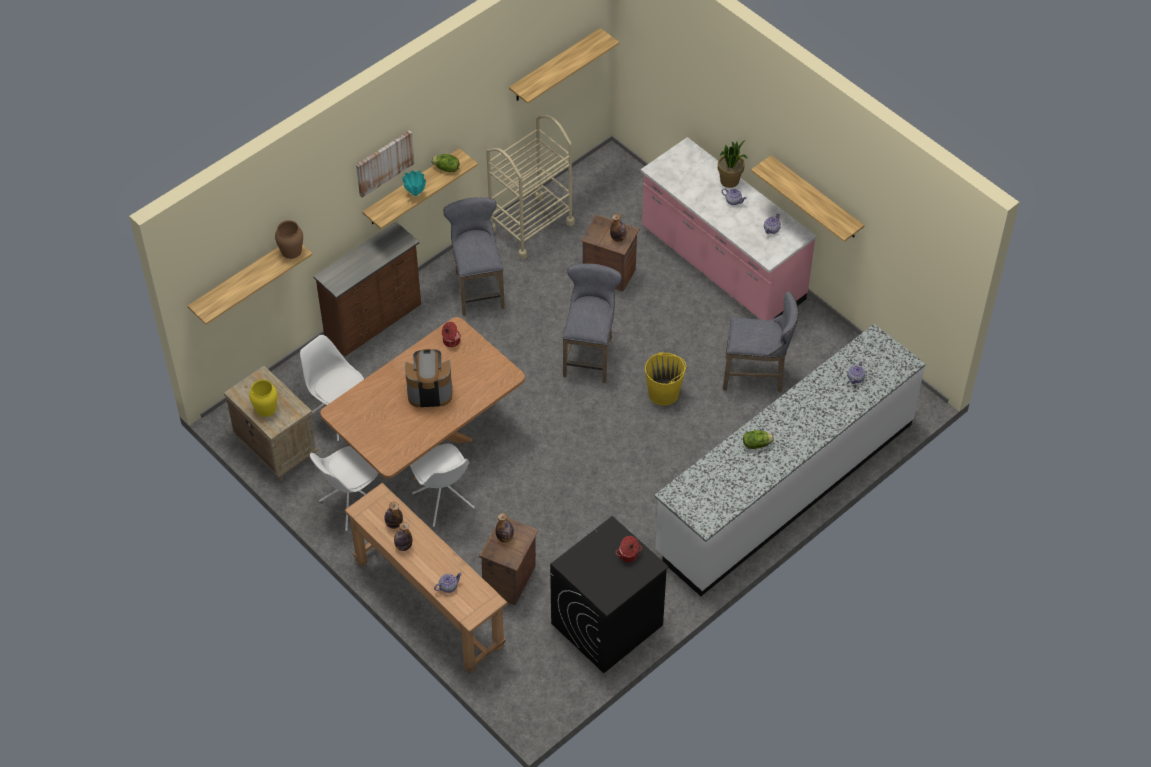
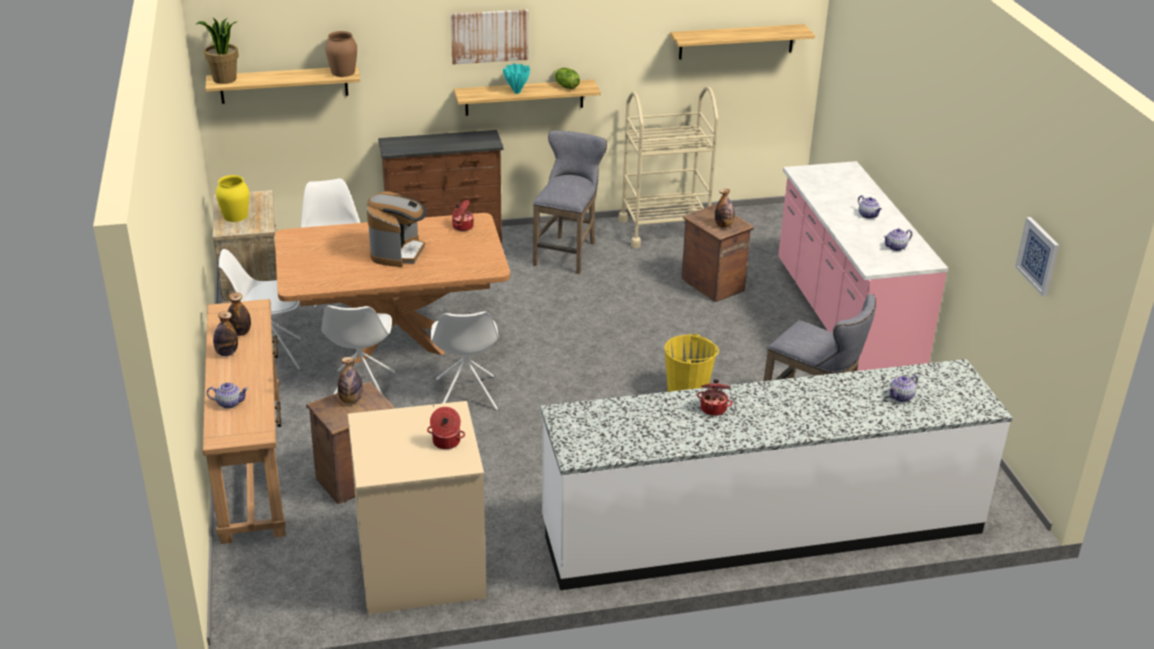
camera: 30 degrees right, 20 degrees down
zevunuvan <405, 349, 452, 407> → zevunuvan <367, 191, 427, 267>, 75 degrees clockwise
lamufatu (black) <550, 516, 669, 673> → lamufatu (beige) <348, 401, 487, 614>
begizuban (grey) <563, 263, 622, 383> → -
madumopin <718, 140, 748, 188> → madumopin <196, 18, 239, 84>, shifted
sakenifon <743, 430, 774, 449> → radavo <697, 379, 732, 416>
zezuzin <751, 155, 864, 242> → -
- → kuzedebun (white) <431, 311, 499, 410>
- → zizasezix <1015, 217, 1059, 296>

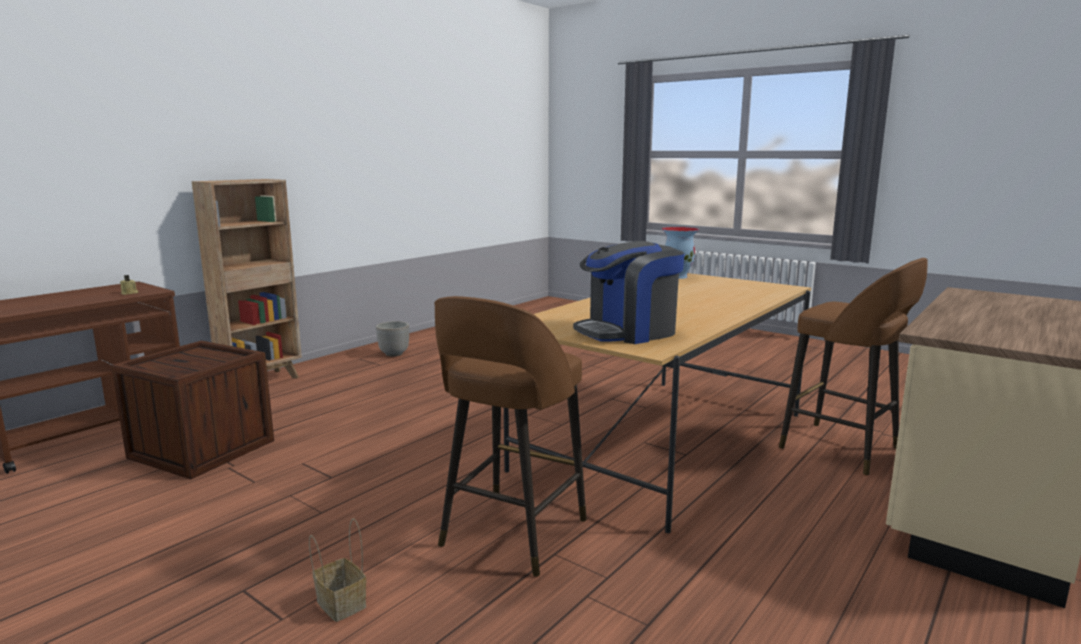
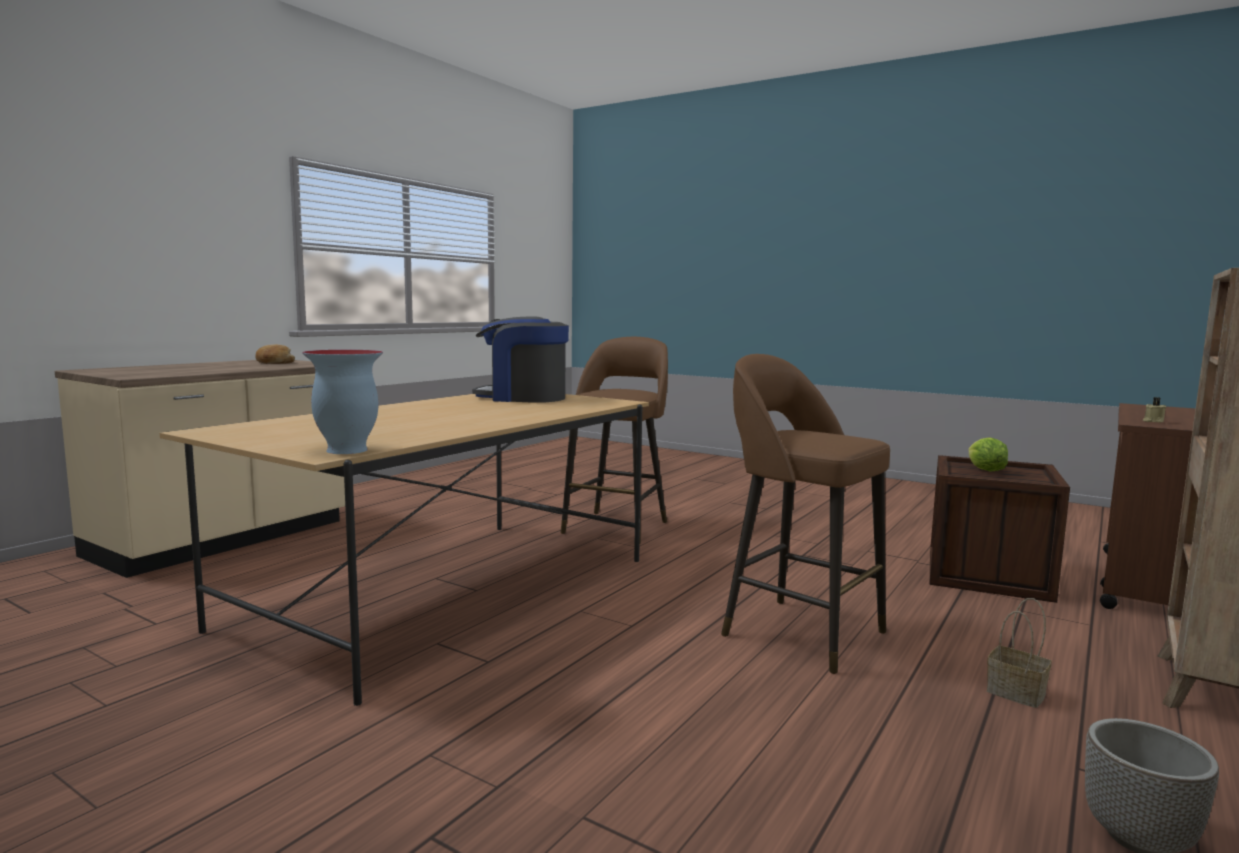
camera: 175 degrees right, 5 degrees down
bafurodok <309, 519, 366, 622> → bafurodok <987, 598, 1052, 708>, shifted
zevunuvan <573, 241, 685, 344> → zevunuvan <472, 317, 569, 403>, 135 degrees counterclockwise
begizuban (brown) <779, 258, 928, 476> → begizuban (brown) <721, 354, 890, 674>, shifted
- → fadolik <255, 344, 295, 364>
- → sakenifon <968, 438, 1008, 471>

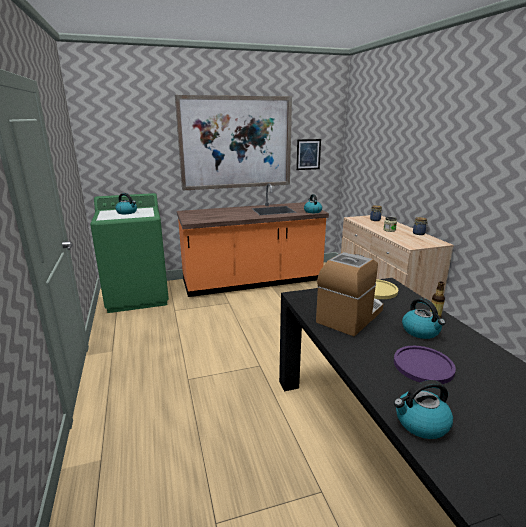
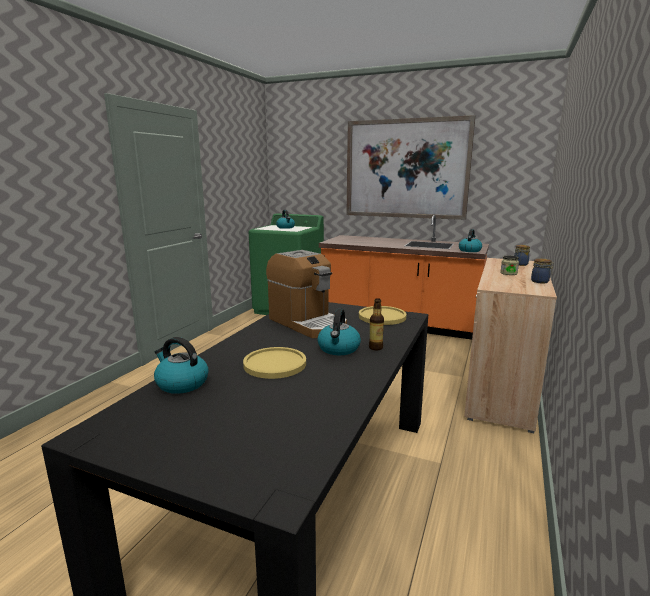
camera: 40 degrees right, 5 degrees down
zizasezix <296, 139, 321, 170> → -
zevunuvan <316, 252, 383, 337> → zevunuvan <266, 250, 347, 338>, 60 degrees clockwise
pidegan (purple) <394, 346, 456, 384> → pidegan (yellow) <243, 347, 306, 379>

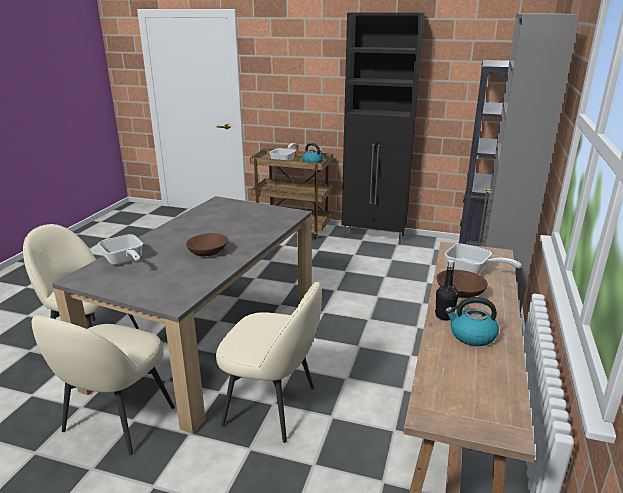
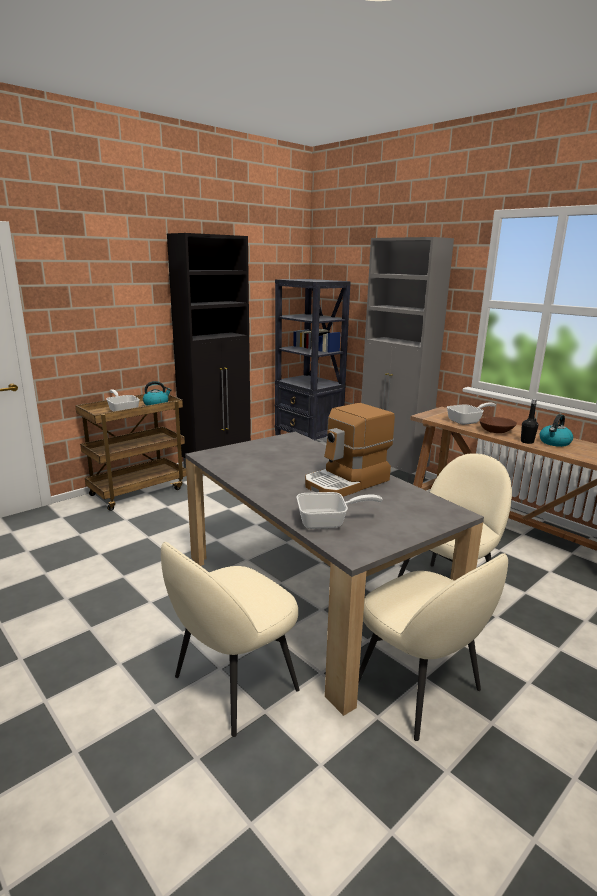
camera: 60 degrees left, 5 degrees down
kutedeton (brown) <186, 233, 228, 256> → zevunuvan <305, 403, 395, 497>

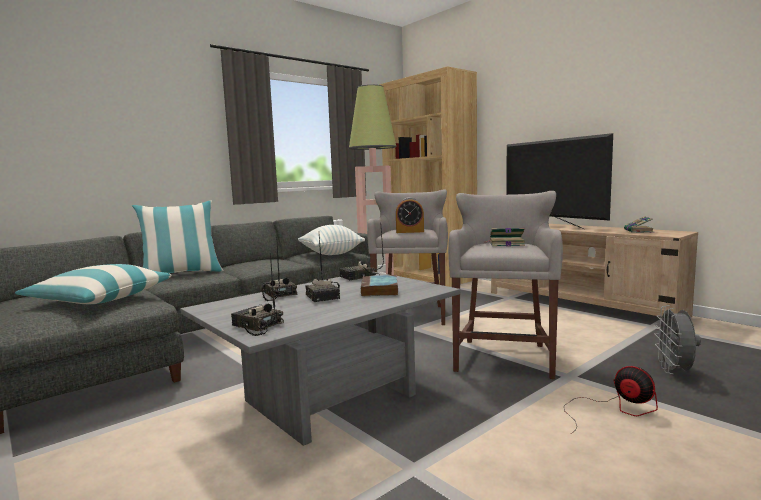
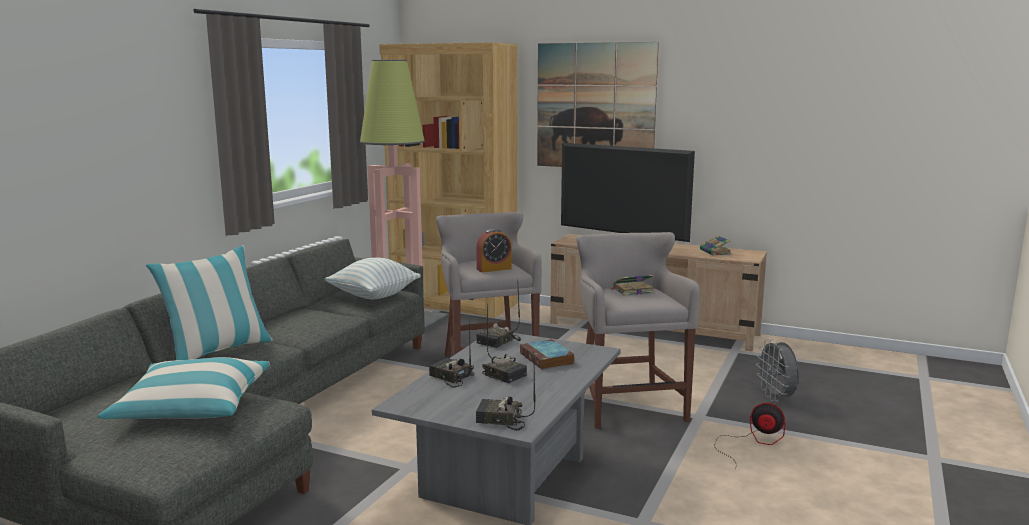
camera: 25 degrees left, 5 degrees up
- → zizasezix <537, 42, 659, 167>

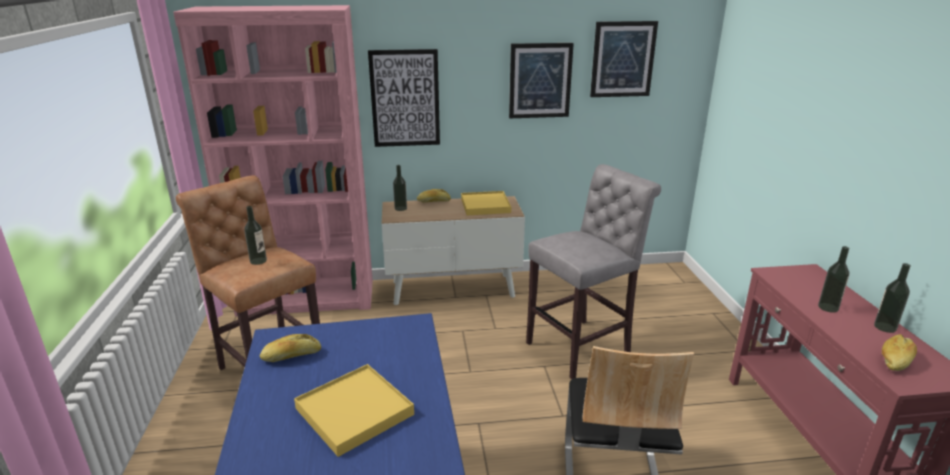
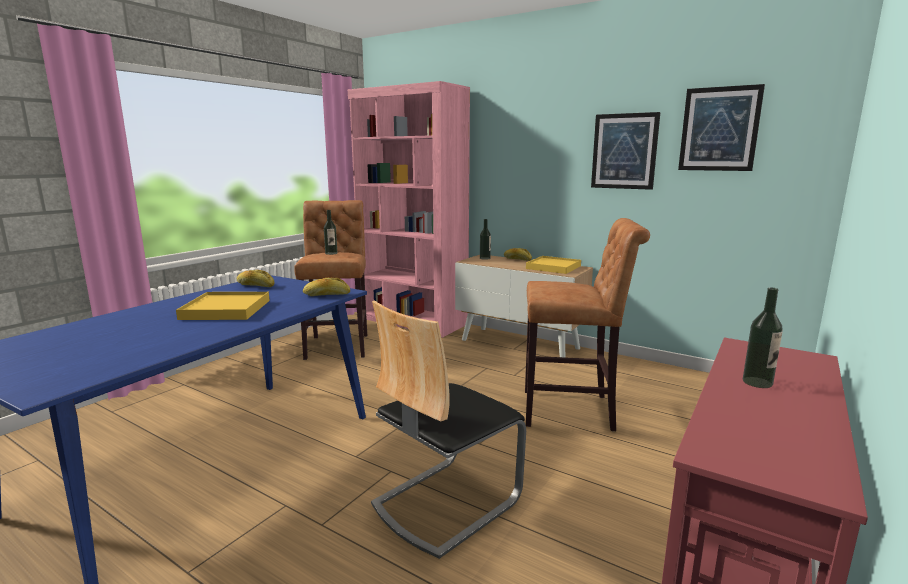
camera: 40 degrees right, 10 degrees down
zizasezix <368, 49, 440, 147> → -
begizuban (grey) <526, 164, 661, 379> → begizuban (brown) <525, 218, 650, 431>
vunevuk <874, 263, 911, 333> → -
fadolik <882, 334, 917, 371> → fadolik <303, 278, 350, 296>, shifted

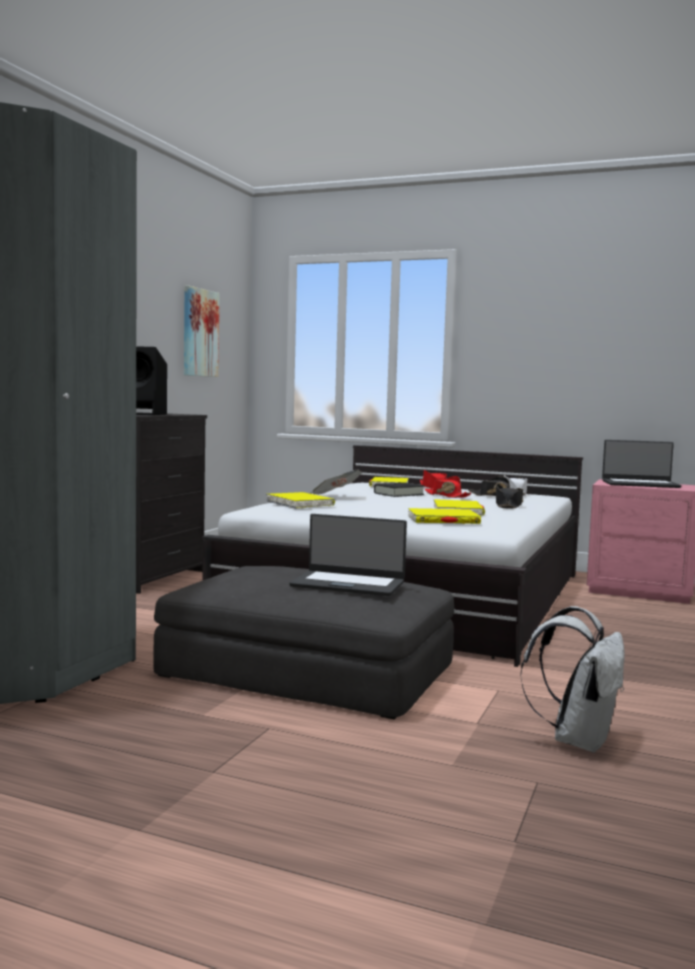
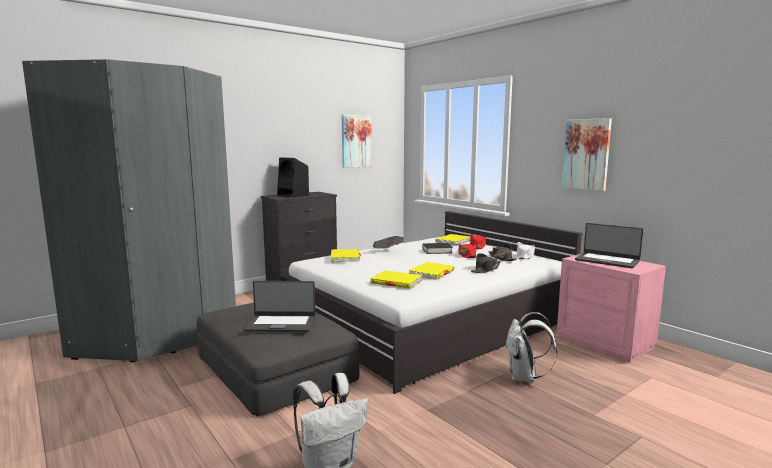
camera: 30 degrees right, 5 degrees up
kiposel <289, 514, 407, 596> → kiposel <244, 281, 315, 332>, 45 degrees counterclockwise
- → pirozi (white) <505, 312, 558, 382>
- → zizasezix <562, 118, 612, 191>

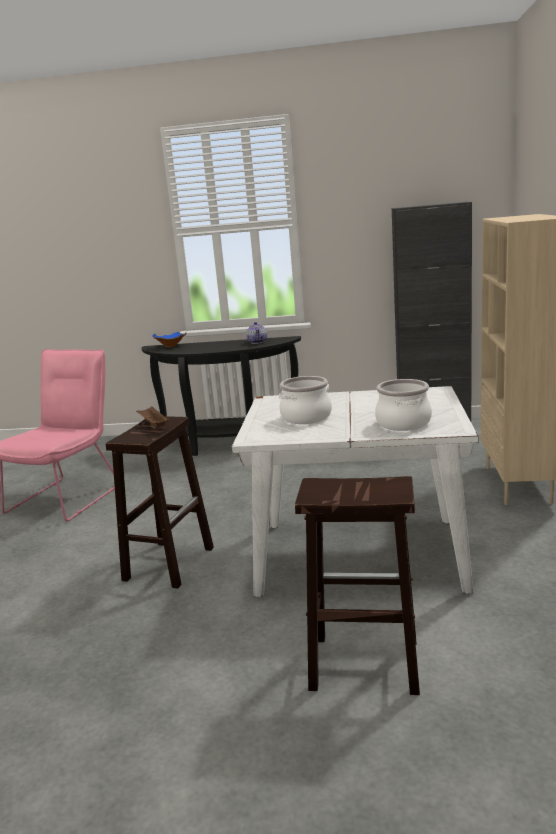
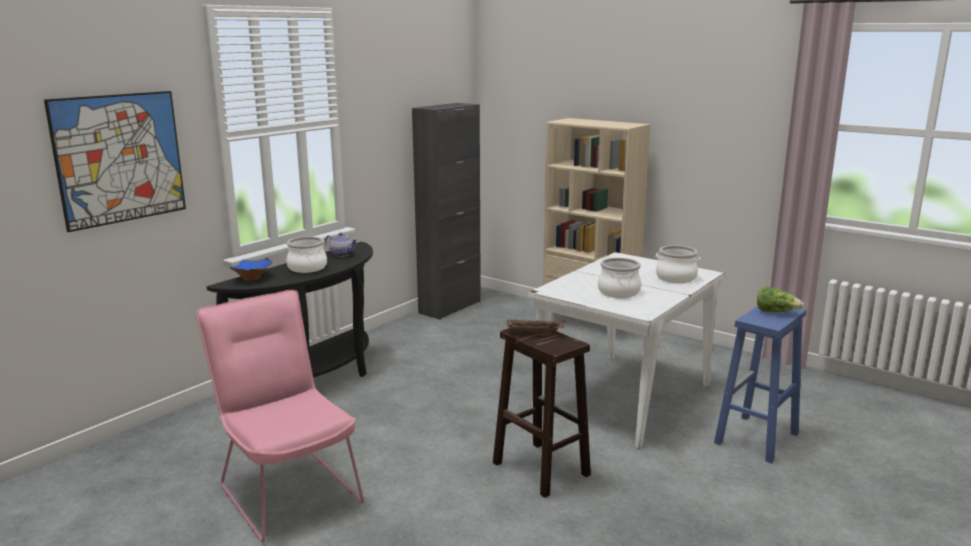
camera: 60 degrees left, 0 degrees up
begizuban (brown) <295, 476, 420, 695> → begizuban (blue) <714, 306, 806, 463>
- → zizasezix <44, 91, 186, 232>
- → radavo <286, 236, 327, 273>
- → sakenifon <757, 286, 804, 312>

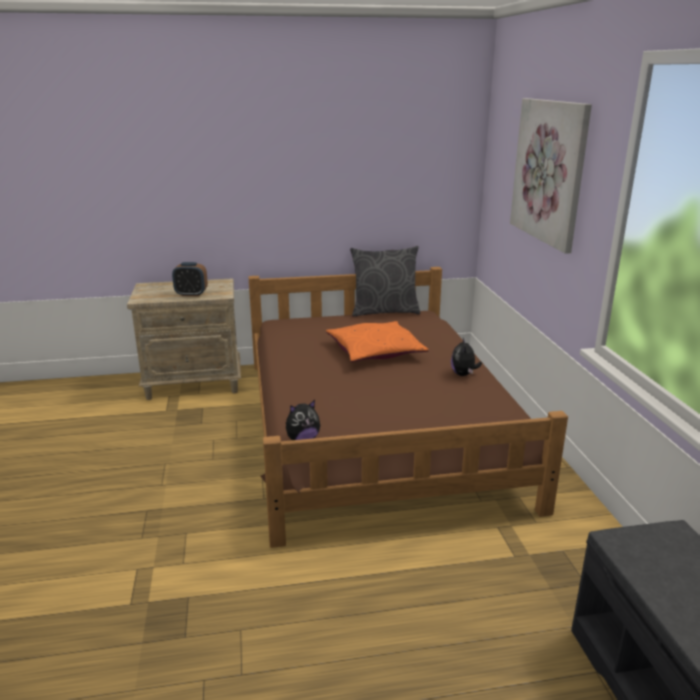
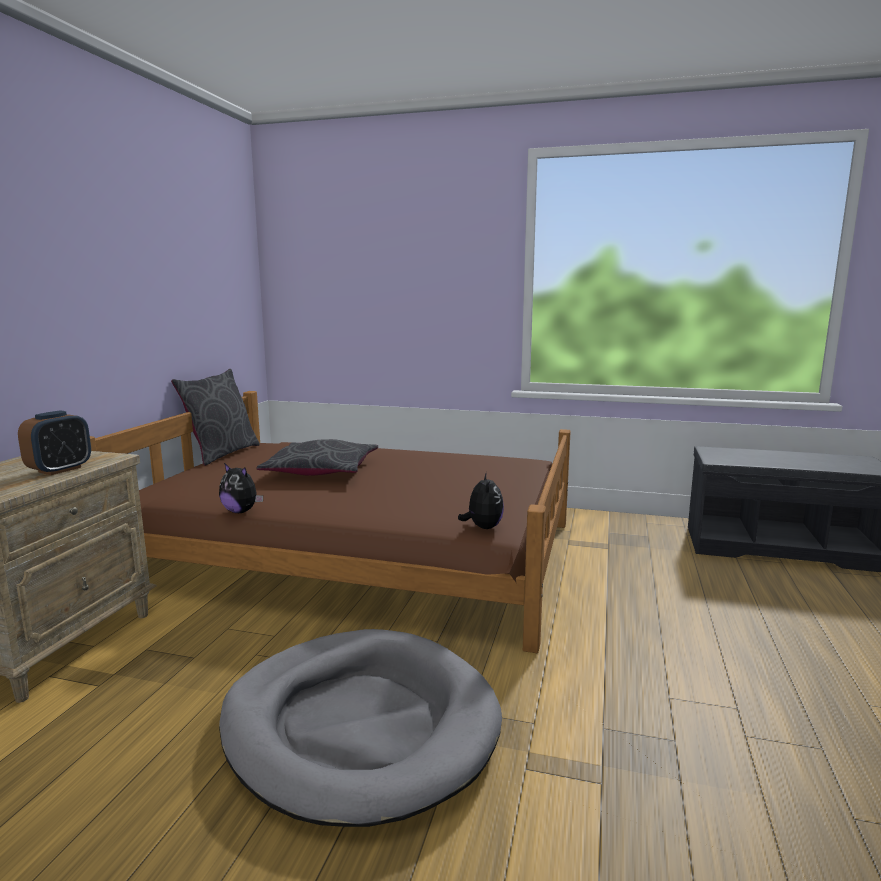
camera: 65 degrees left, 10 degrees down
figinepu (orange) <326, 321, 429, 362> → figinepu (grey) <256, 439, 378, 476>
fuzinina <451, 338, 482, 376> → fuzinina <219, 463, 263, 513>, shifted
zizasezix <510, 98, 592, 254> → -
- → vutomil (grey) <219, 629, 502, 827>

